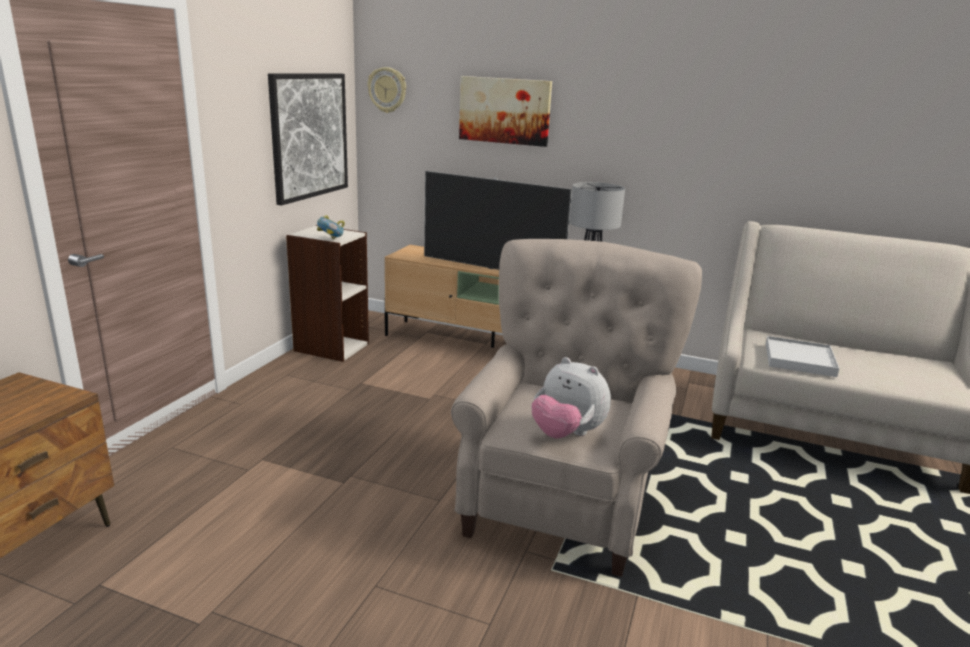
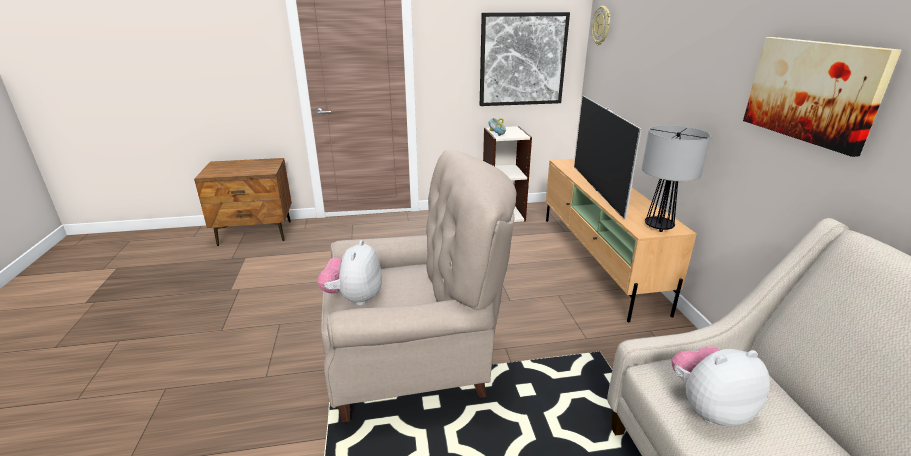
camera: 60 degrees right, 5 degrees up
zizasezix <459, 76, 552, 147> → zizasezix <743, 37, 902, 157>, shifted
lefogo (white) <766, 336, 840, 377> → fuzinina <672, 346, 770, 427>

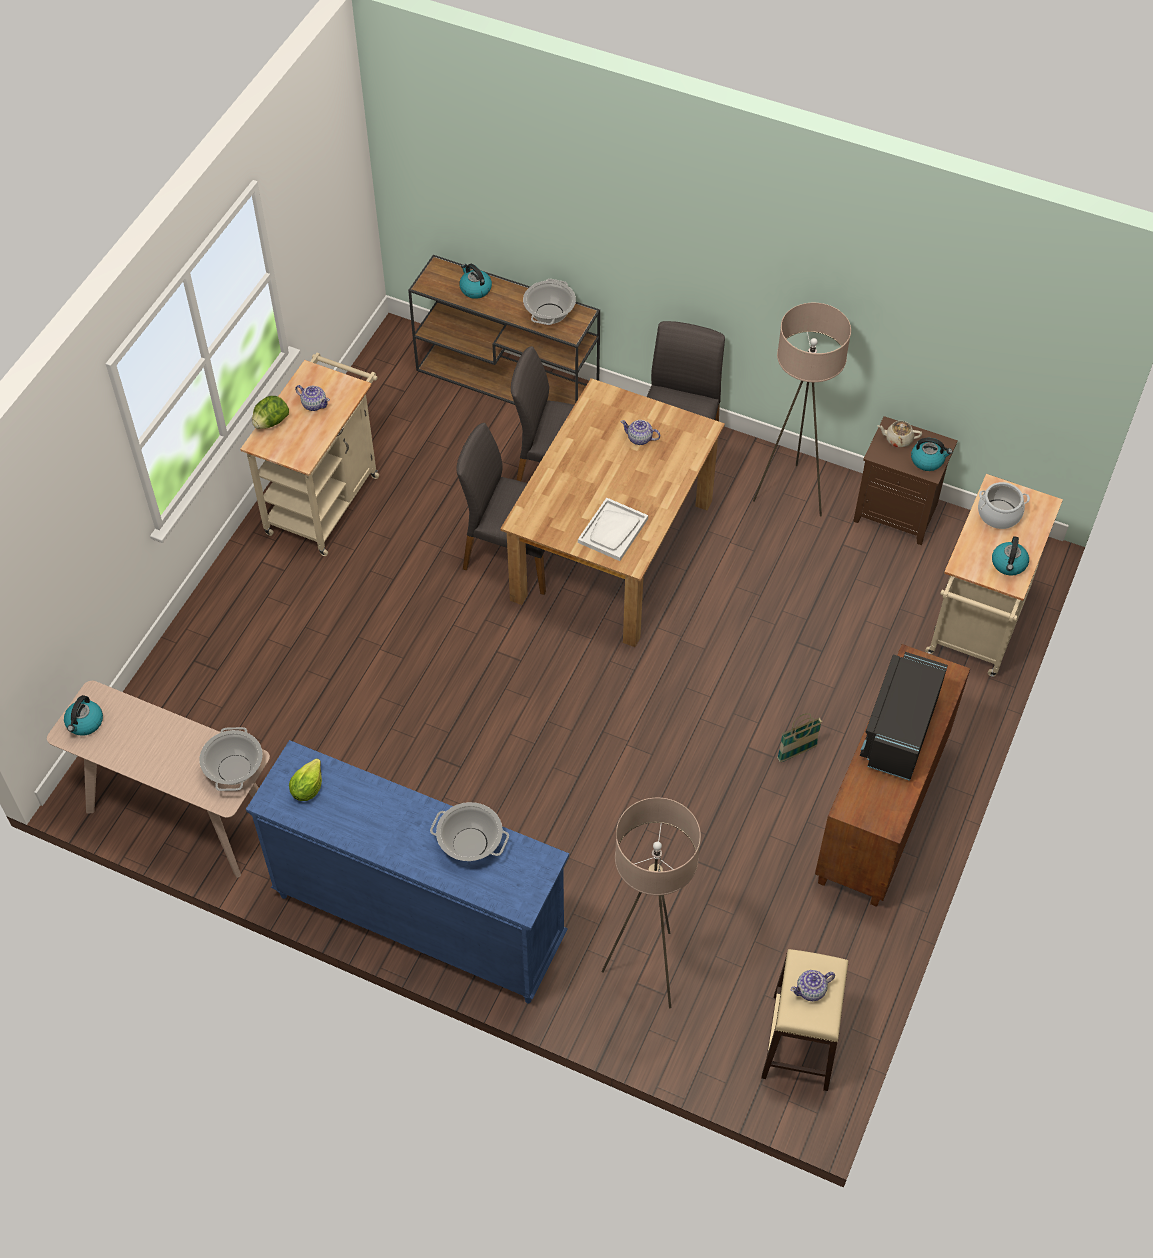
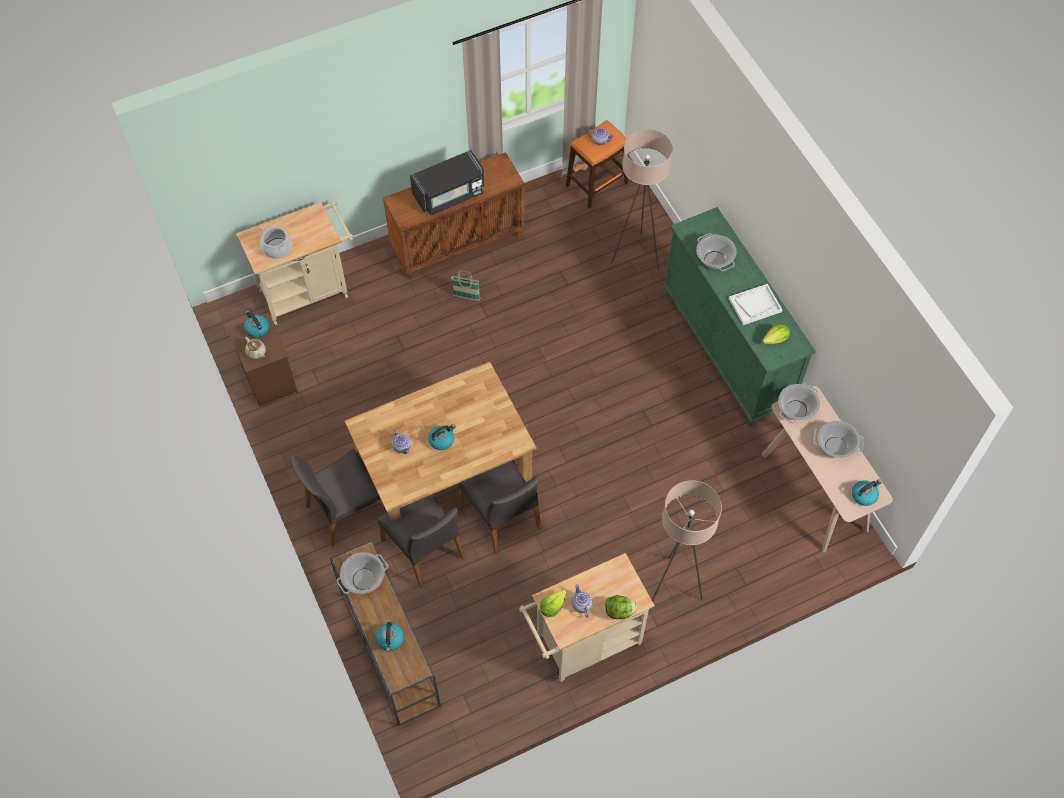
camera: 140 degrees left, 5 degrees up
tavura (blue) <246, 740, 569, 1003> → tavura (green) <663, 207, 816, 426>
lefogo (white) <578, 498, 648, 561> → lefogo (white) <729, 284, 782, 325>, shifted
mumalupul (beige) <753, 303, 851, 517> → mumalupul (beige) <652, 480, 722, 602>, shifted
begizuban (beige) <761, 949, 848, 1091> → begizuban (orange) <566, 120, 628, 208>
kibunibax <992, 536, 1029, 576> → kibunibax <428, 424, 456, 450>, shifted
- → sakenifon <540, 590, 567, 617>
- → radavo <814, 421, 864, 458>

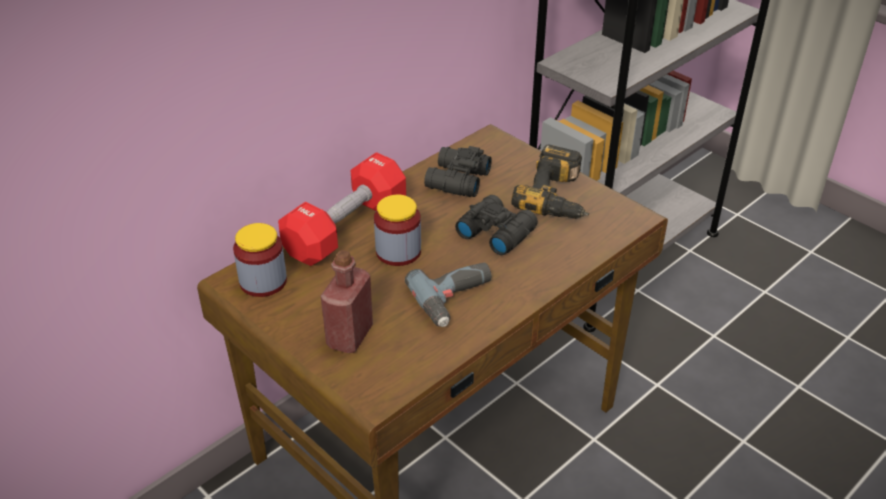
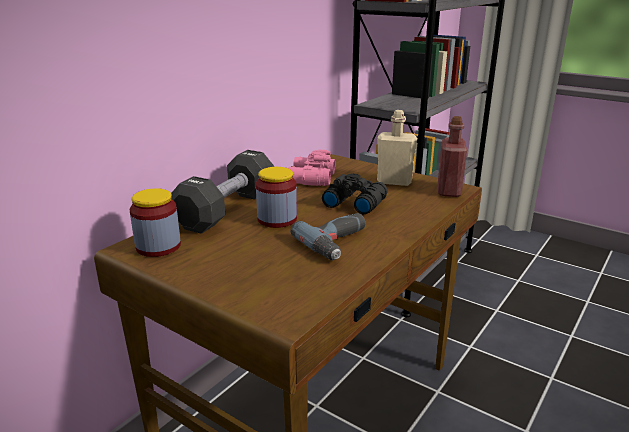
camera: 10 degrees left, 15 degrees down
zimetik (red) <278, 152, 406, 266> → zimetik (black) <171, 150, 275, 234>
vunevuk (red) <321, 250, 373, 353> → vunevuk (red) <438, 116, 467, 197>, shifted
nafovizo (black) <424, 146, 492, 197> → nafovizo (pink) <288, 150, 335, 186>
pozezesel <512, 144, 589, 219> → vunevuk (beige) <377, 110, 417, 186>

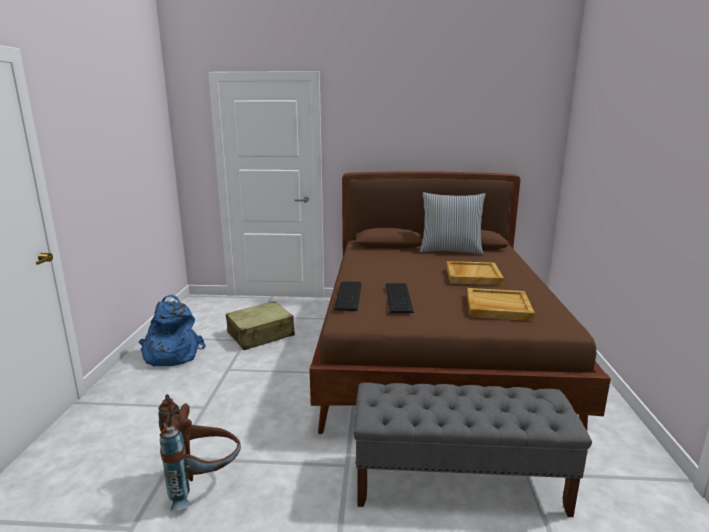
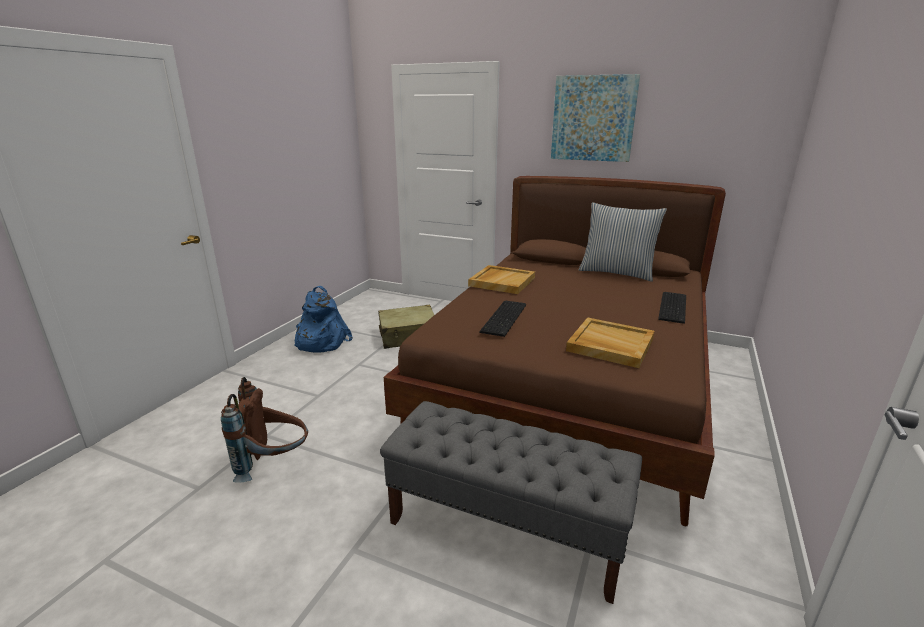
camera: 20 degrees right, 5 degrees up
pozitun <334, 281, 362, 311> → pozitun <658, 292, 686, 324>, shifted
lefogo (beige) <446, 261, 504, 285> → lefogo (beige) <468, 265, 535, 294>, shifted
- → zizasezix <551, 74, 640, 162>

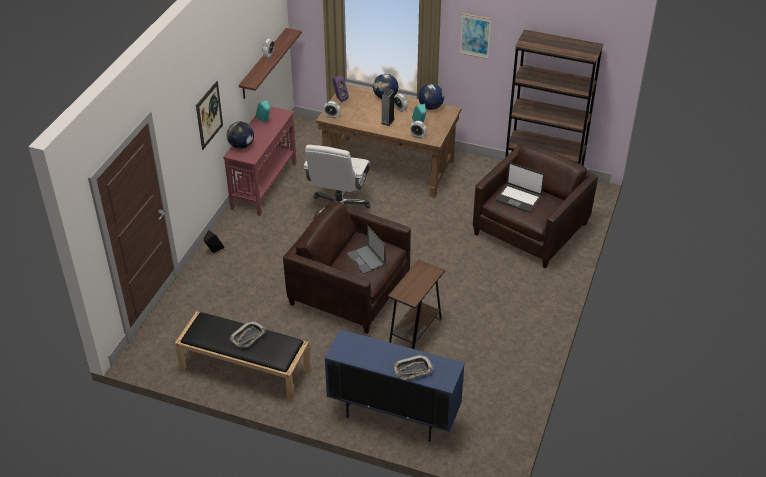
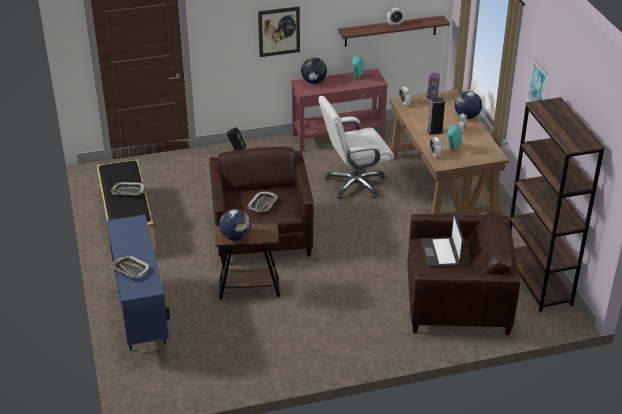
camera: 55 degrees right, 5 degrees down
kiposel <346, 226, 386, 274> → lefogo <247, 191, 278, 212>
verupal <418, 84, 444, 110> → verupal <219, 209, 251, 241>, shifted

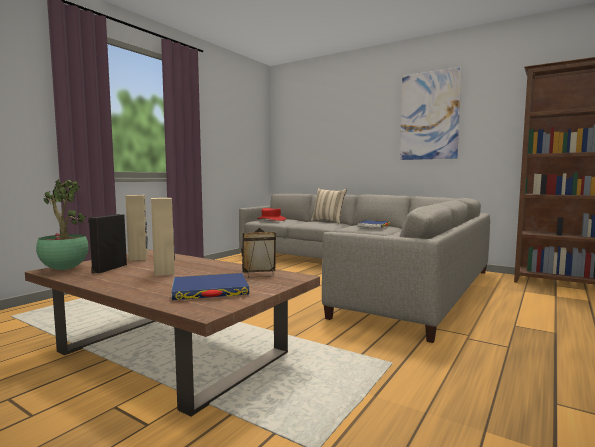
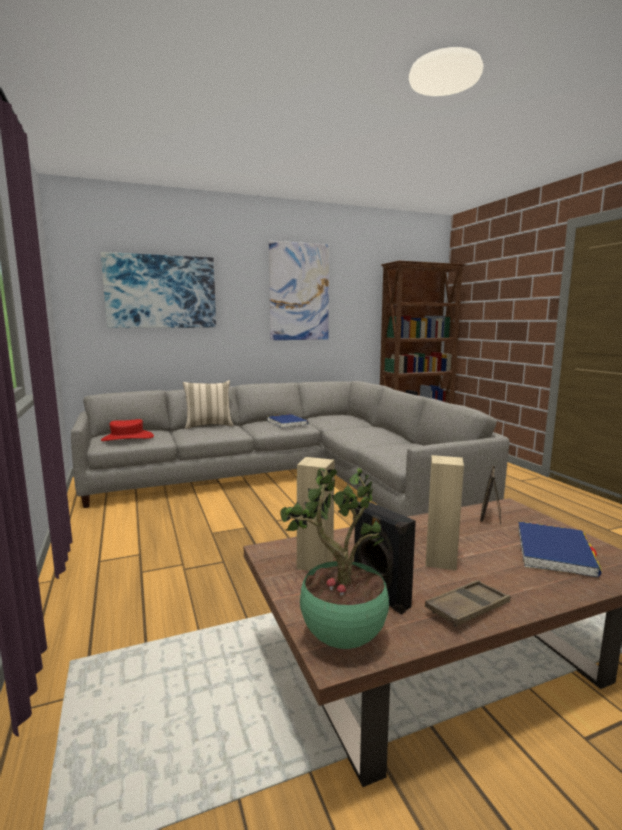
camera: 55 degrees left, 5 degrees up
- → zizasezix <101, 252, 216, 328>
- → lefogo (brown) <425, 580, 511, 627>

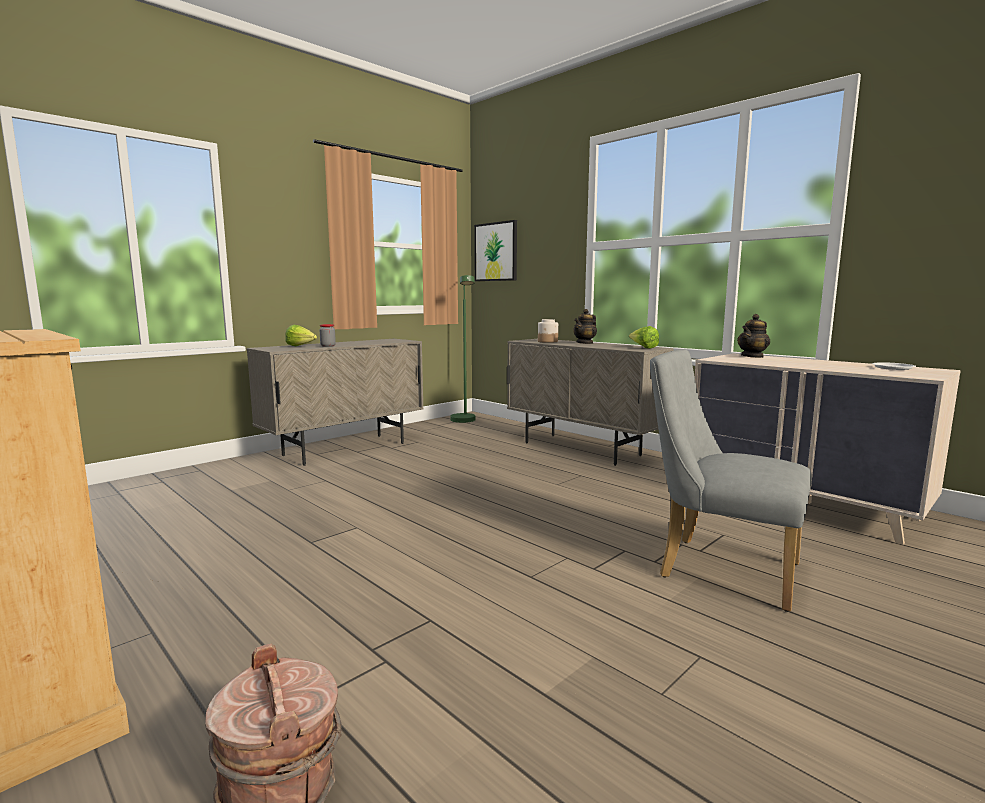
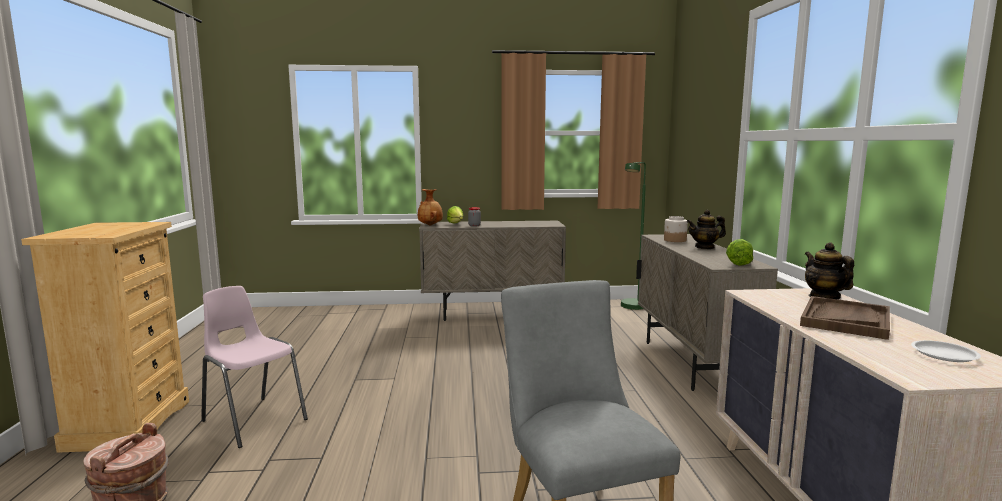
camera: 40 degrees right, 0 degrees up
zizasezix <474, 220, 517, 281> → -
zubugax <737, 314, 770, 358> → zubugax <805, 242, 854, 299>, 75 degrees clockwise
- → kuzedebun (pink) <201, 286, 308, 448>
- → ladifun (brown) <418, 189, 443, 226>
- → lefogo (brown) <800, 296, 890, 340>

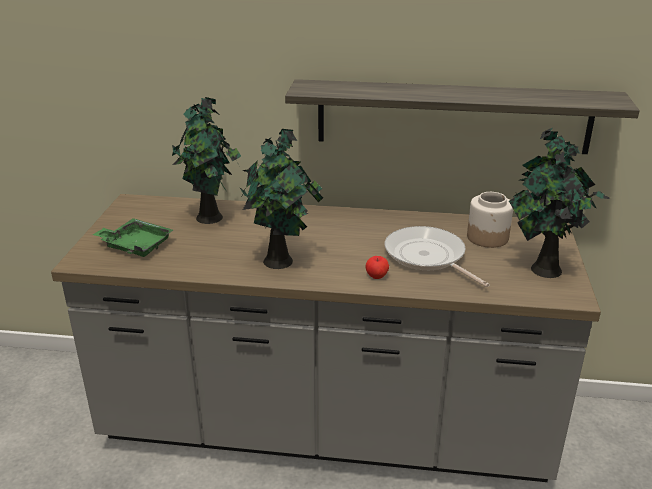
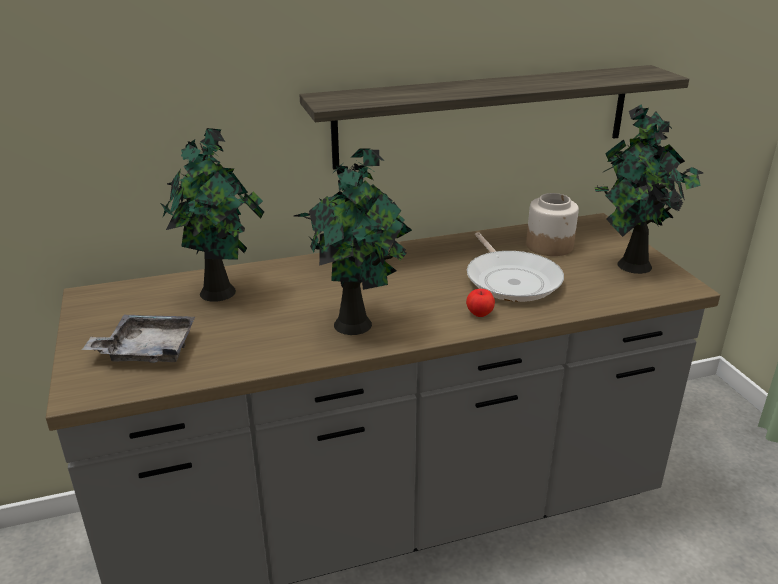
camera: 25 degrees left, 0 degrees up
lefogo (green) <92, 218, 173, 257> → lefogo (grey) <82, 315, 195, 363>
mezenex <385, 226, 490, 287> → mezenex <467, 232, 564, 302>, 135 degrees counterclockwise

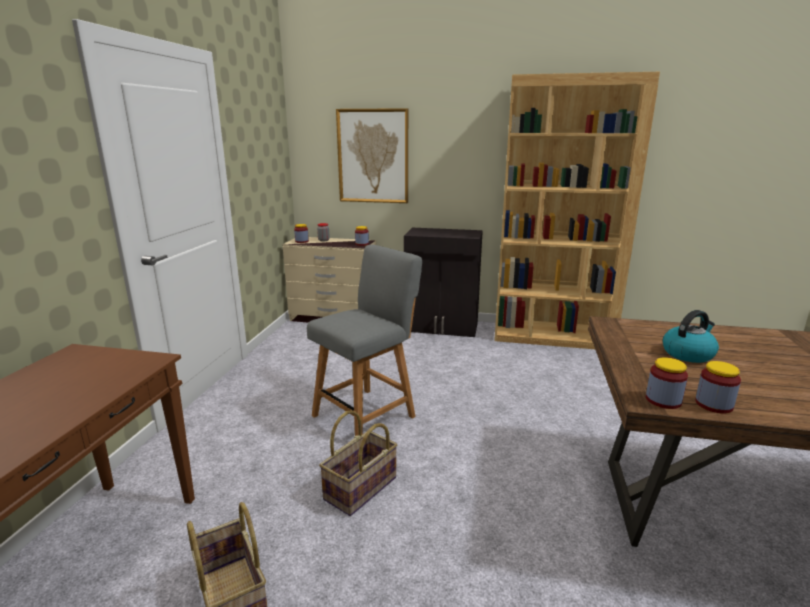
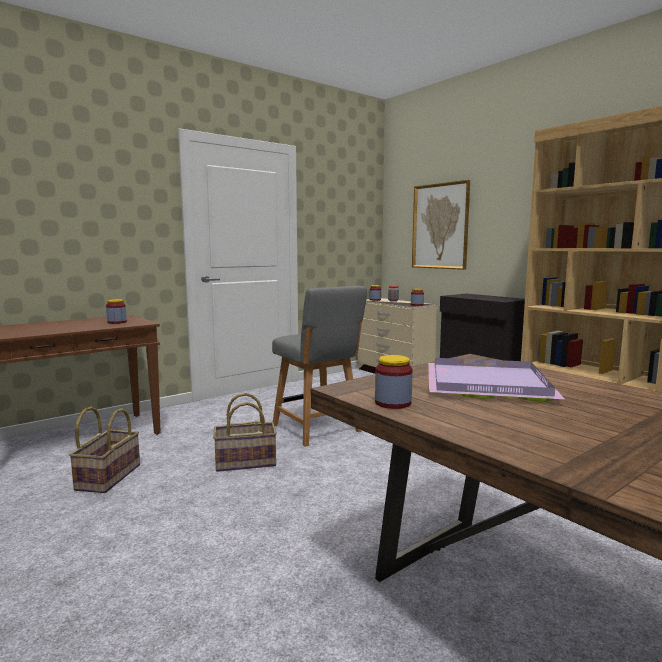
camera: 40 degrees right, 10 degrees down
kuzedebun (grey) <307, 245, 422, 436> → kuzedebun (grey) <272, 286, 367, 447>, 60 degrees clockwise
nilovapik <646, 357, 688, 409> → nilovapik <106, 299, 127, 324>, shifted
kibunibax <663, 310, 719, 363> → lefogo (purple) <428, 358, 565, 402>

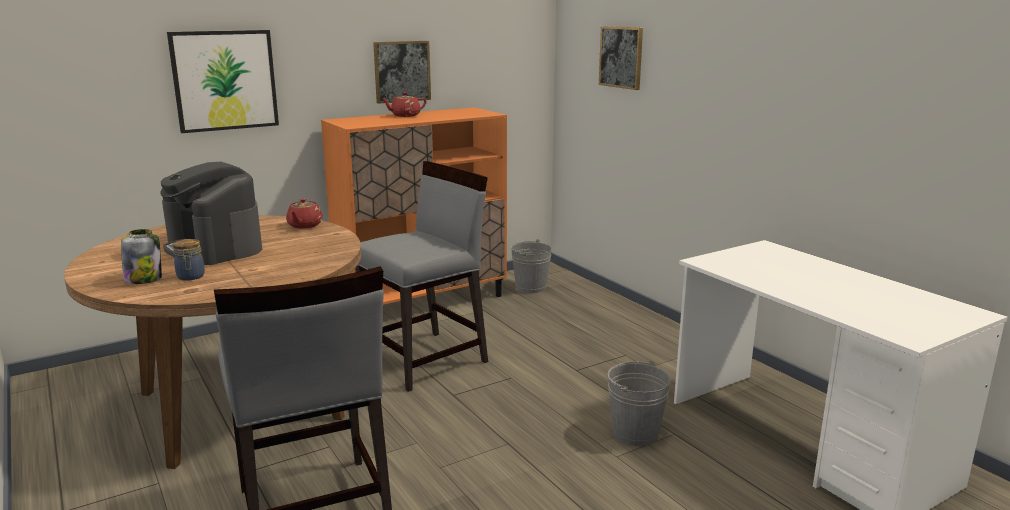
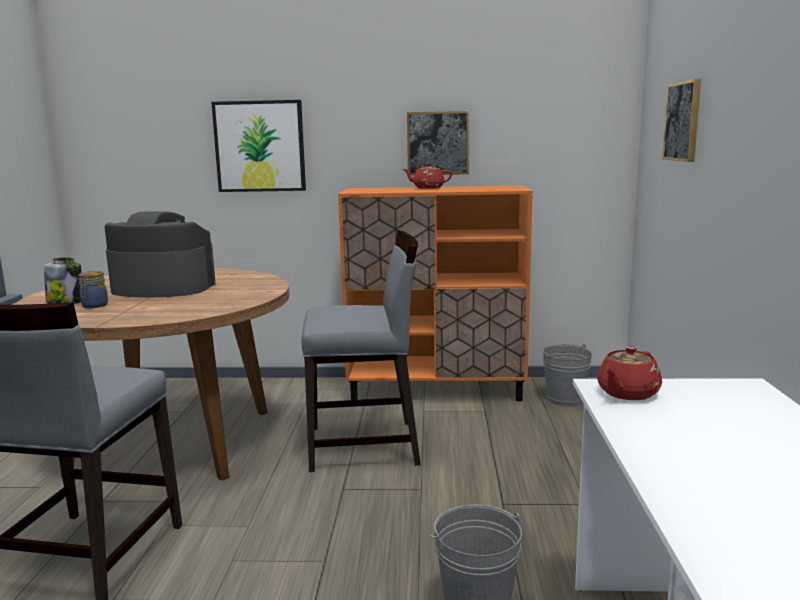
camera: 35 degrees right, 5 degrees down
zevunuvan <160, 162, 262, 265> → zevunuvan <104, 211, 216, 297>, 105 degrees clockwise
zubugax (red) <286, 198, 323, 228> → zubugax (red) <597, 346, 662, 400>, shifted

